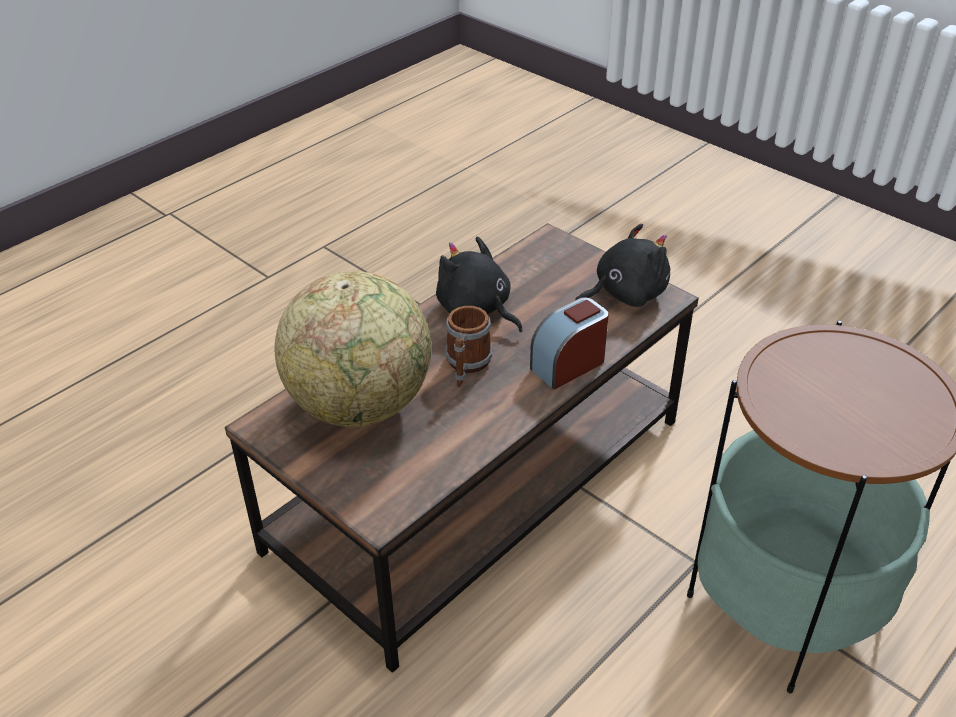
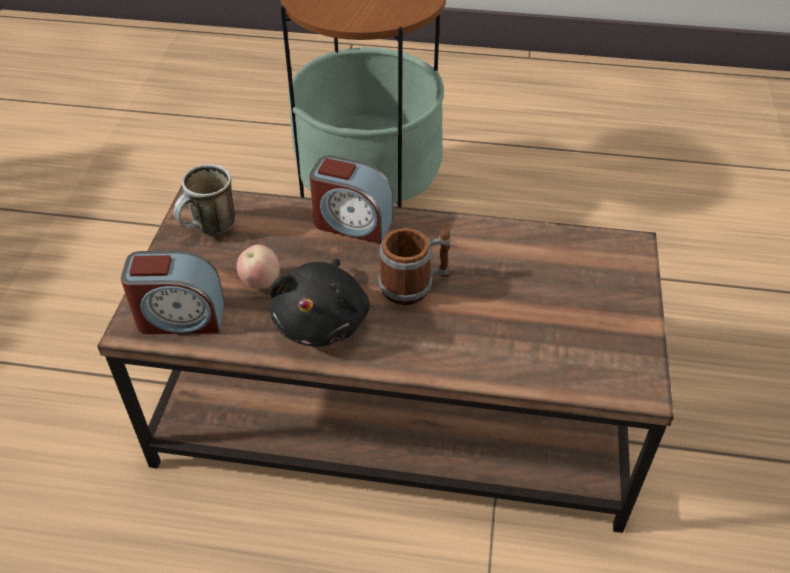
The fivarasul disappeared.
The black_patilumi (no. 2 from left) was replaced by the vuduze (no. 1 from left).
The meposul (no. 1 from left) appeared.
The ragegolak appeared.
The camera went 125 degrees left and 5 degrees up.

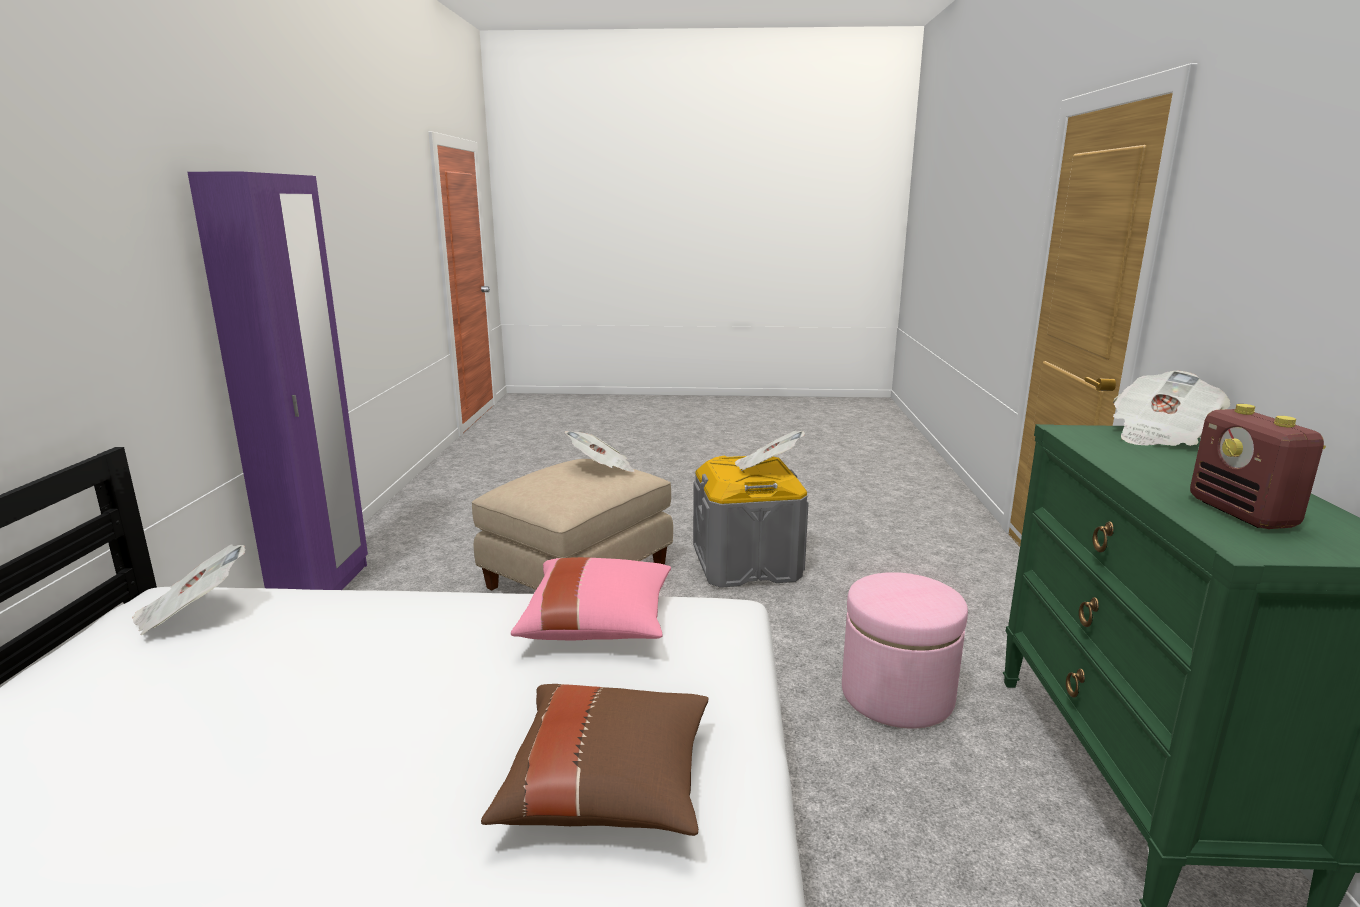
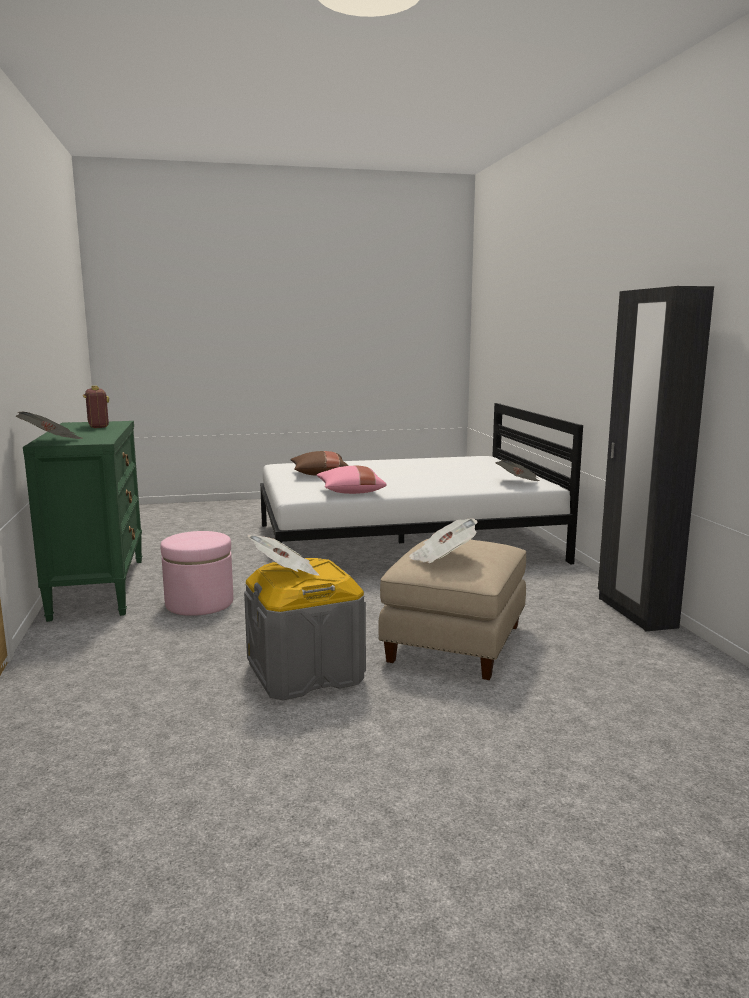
The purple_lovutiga became the black_lovutiga.
The camera went 165 degrees right and 5 degrees down.

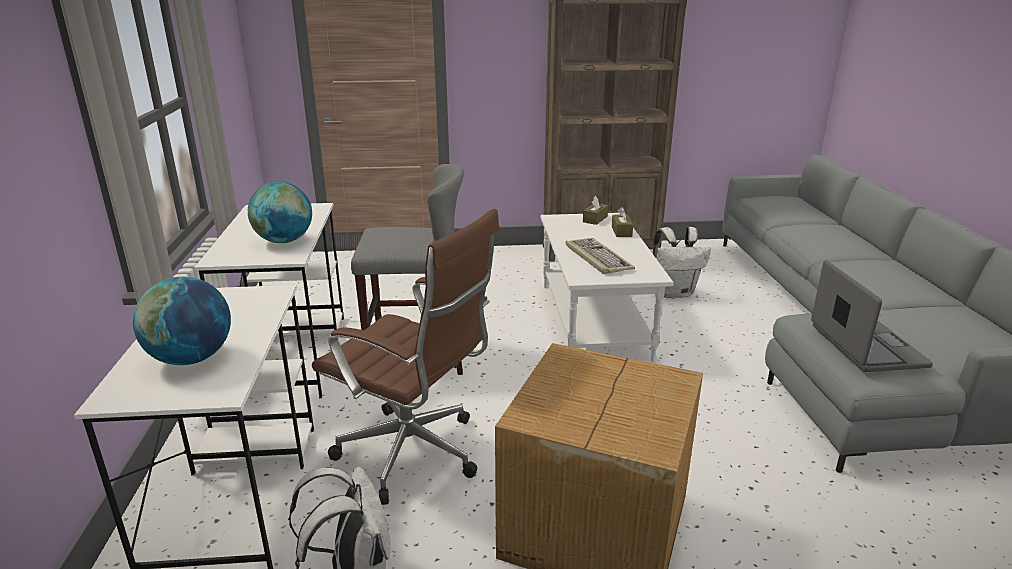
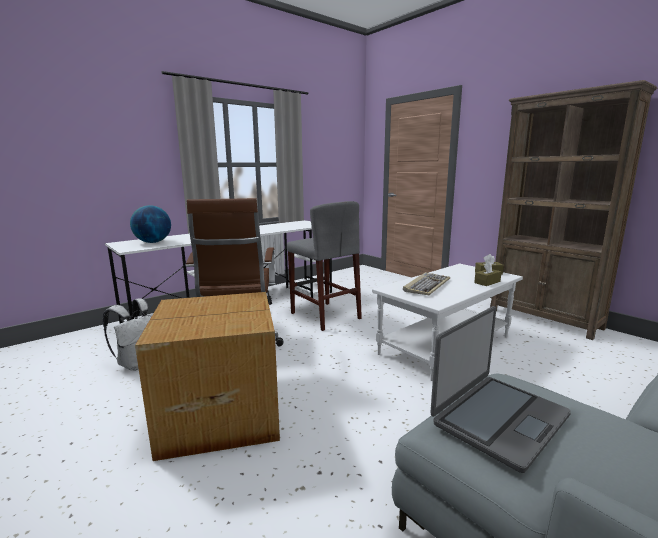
The fivarasul (no. 2 from left) disappeared.
The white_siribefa (no. 2 from left) disappeared.
The camera went 55 degrees right and 10 degrees down.

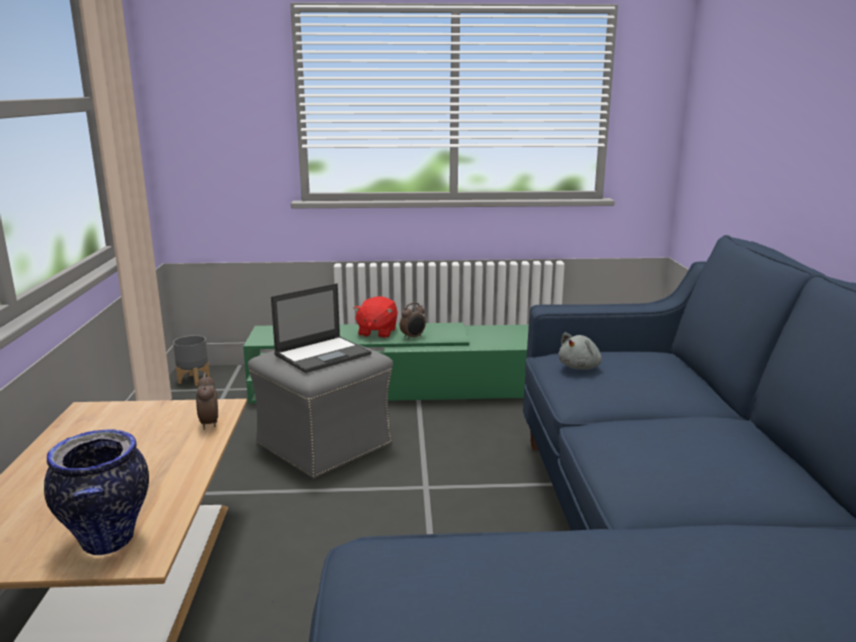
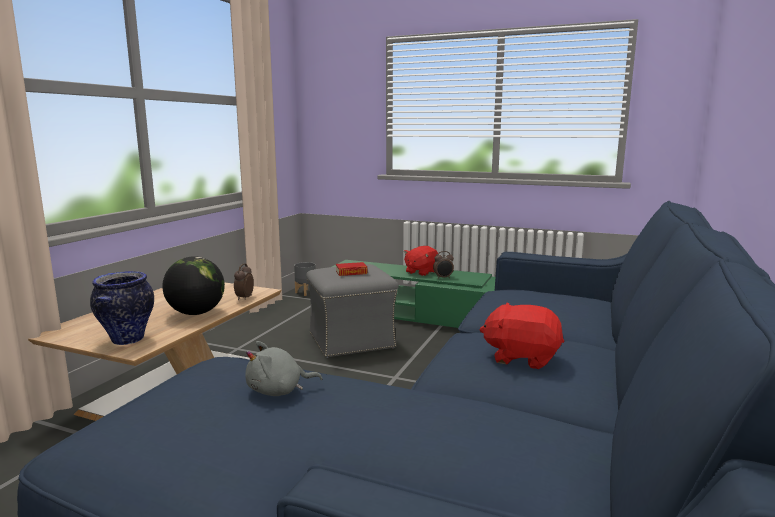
The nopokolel was replaced by the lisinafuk.
The grey_patilumi moved.
The fivarasul appeared.
The red_patilumi (no. 2 from left) appeared.
The camera went 25 degrees right and 5 degrees down.

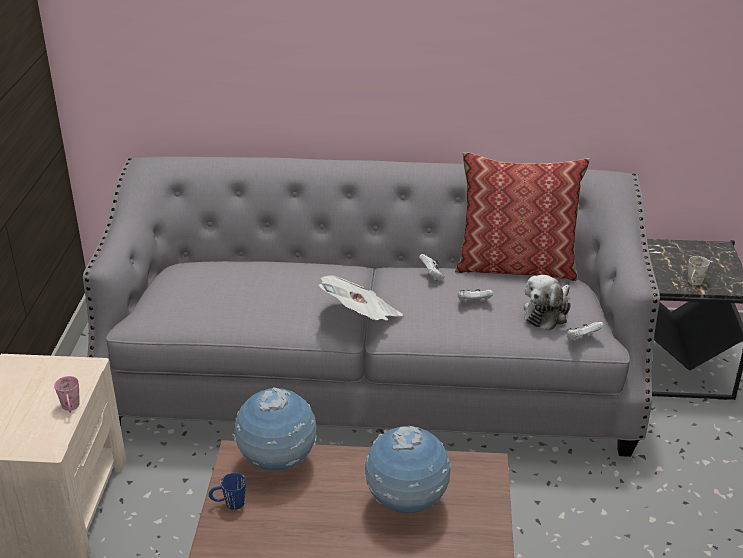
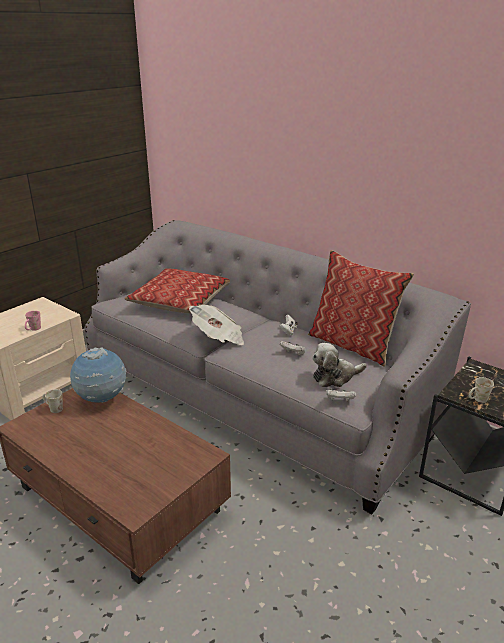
The blue_vuduze became the white_vuduze (no. 1 from left).
The fivarasul (no. 2 from left) disappeared.
The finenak (no. 1 from left) appeared.
The camera went 35 degrees right and 5 degrees down.

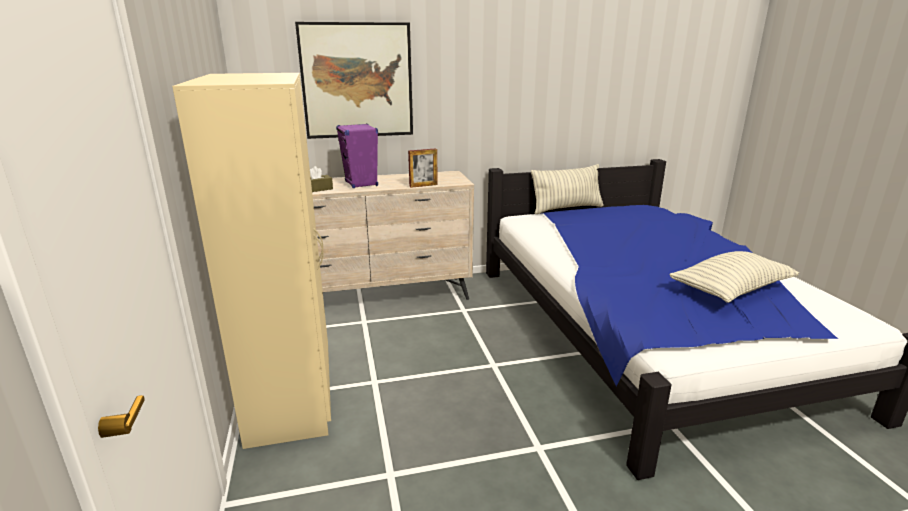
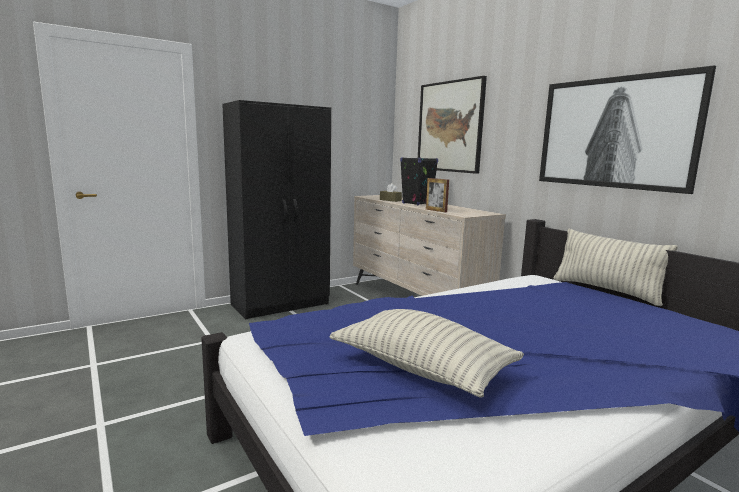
The beige_lovutiga became the black_lovutiga.
The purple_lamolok became the black_lamolok.
The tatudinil (no. 2 from left) appeared.
The camera went 70 degrees right and 10 degrees down.

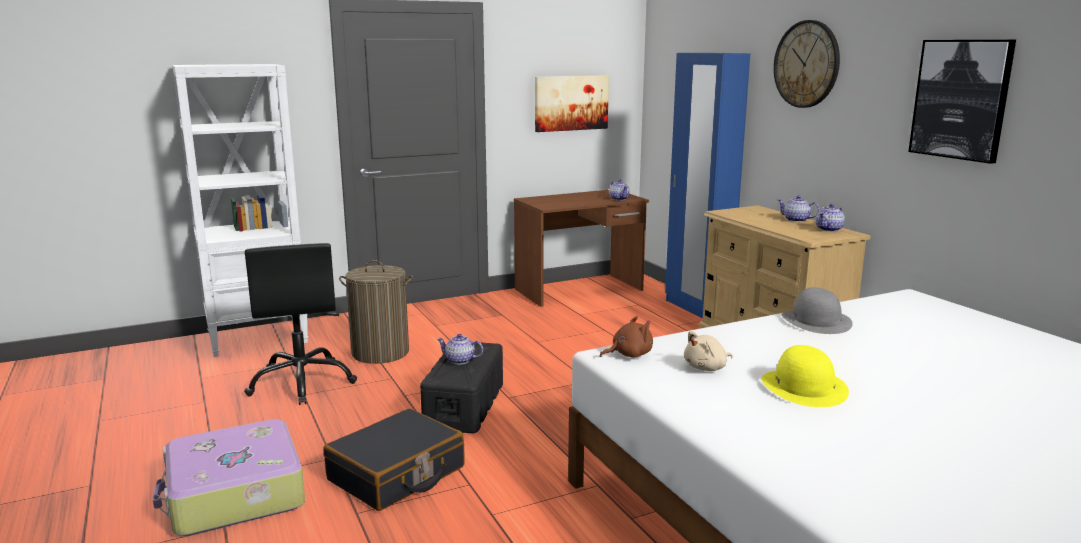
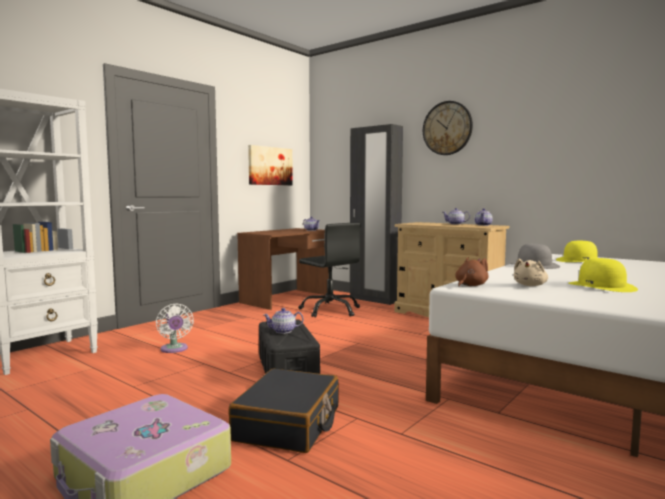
The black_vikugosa moved.
The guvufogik was replaced by the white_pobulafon.
The blue_lovutiga became the black_lovutiga.
The tatudinil (no. 2 from left) disappeared.
The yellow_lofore (no. 1 from left) appeared.
The camera went 25 degrees left and 10 degrees down.

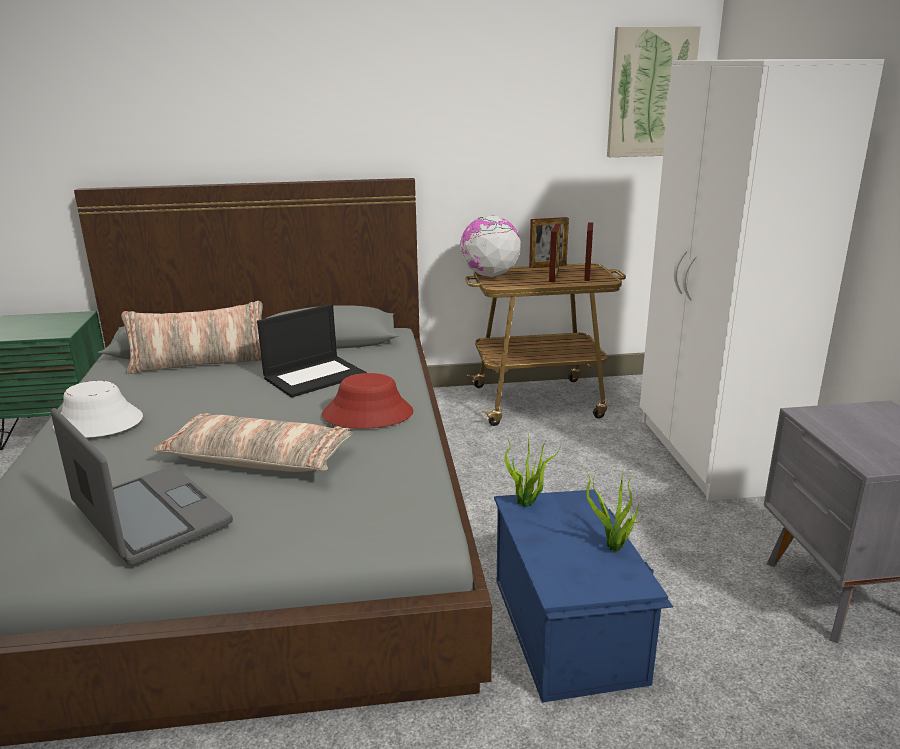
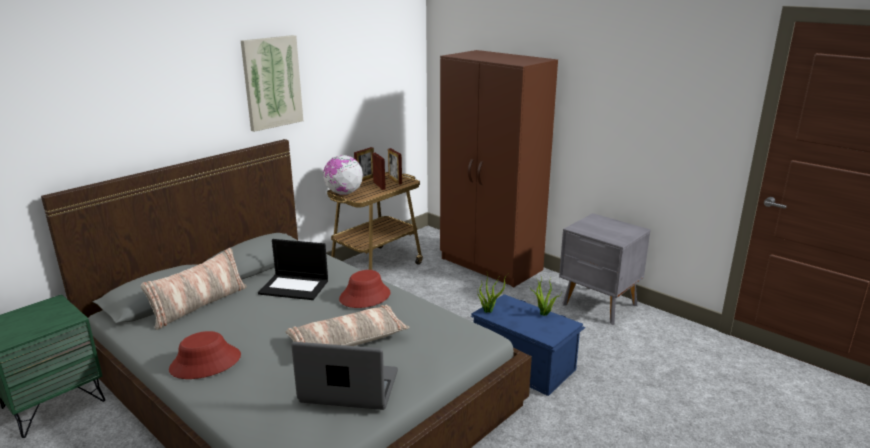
The white_lofore became the red_lofore (no. 1 from left).
The nopokolel (no. 2 from left in the first image) turned 90 degrees clockwise.
The tatudinil moved.
The white_lovutiga became the brown_lovutiga.
The camera went 40 degrees left and 0 degrees up.

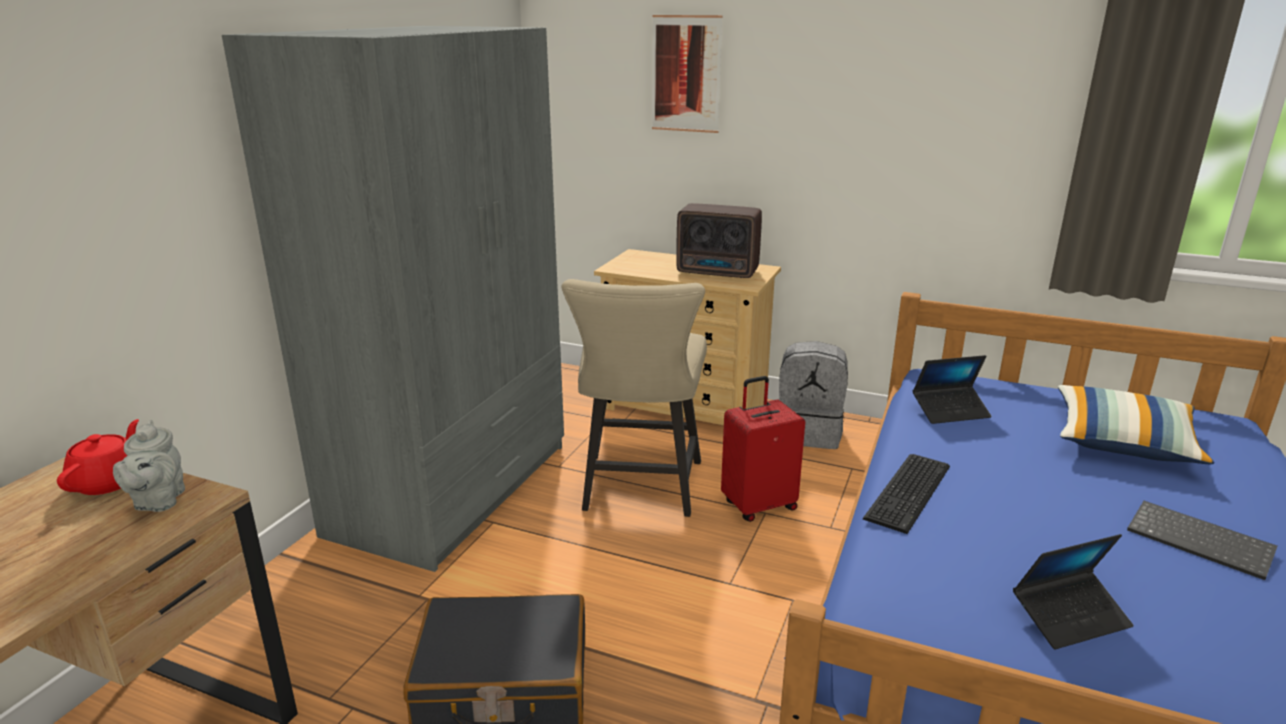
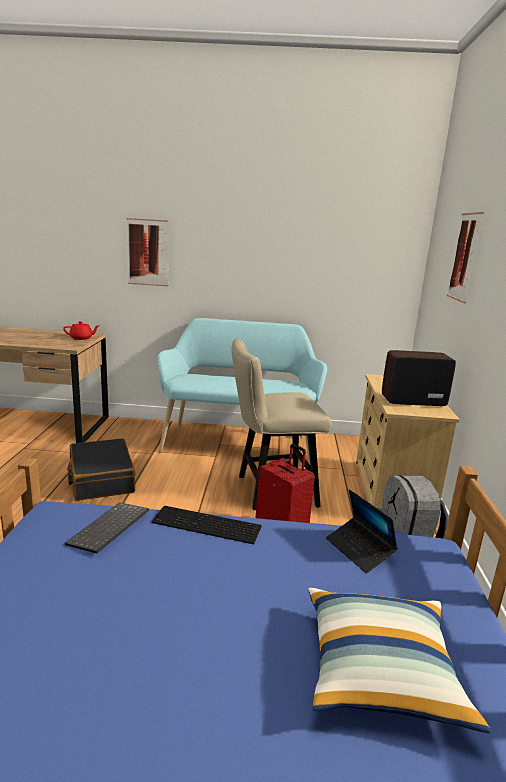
The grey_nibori disappeared.
The grey_lovutiga was replaced by the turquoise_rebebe.
The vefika turned 90 degrees clockwise.
The nopokolel (no. 2 from left) disappeared.
The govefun (no. 2 from left in the first image) moved.
The tatudinil (no. 1 from left) appeared.
The camera went 70 degrees right and 5 degrees down.

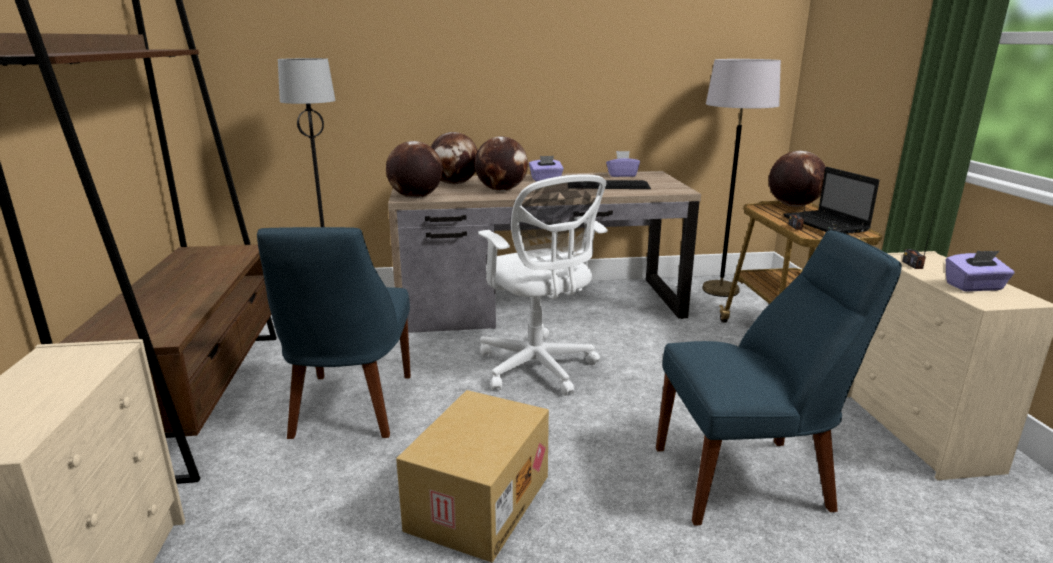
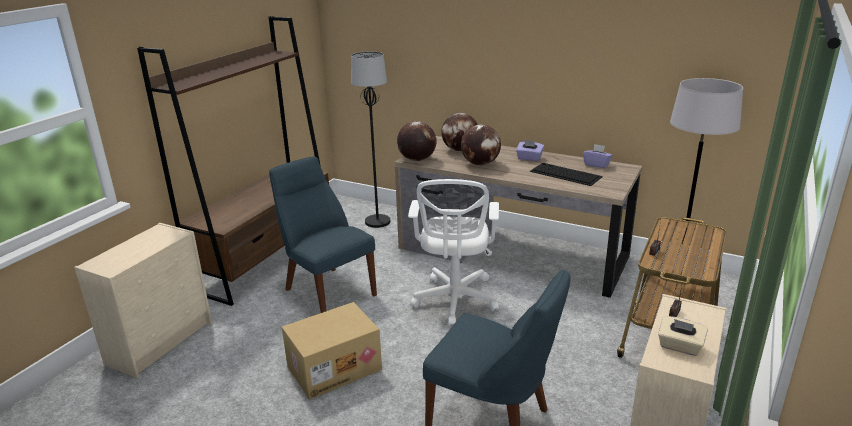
The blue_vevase (no. 1 from left) turned 105 degrees clockwise.
The fivarasul (no. 4 from left) disappeared.
The nopokolel disappeared.
The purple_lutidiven (no. 3 from left) became the beige_lutidiven.
The camera went 35 degrees right and 5 degrees up.

